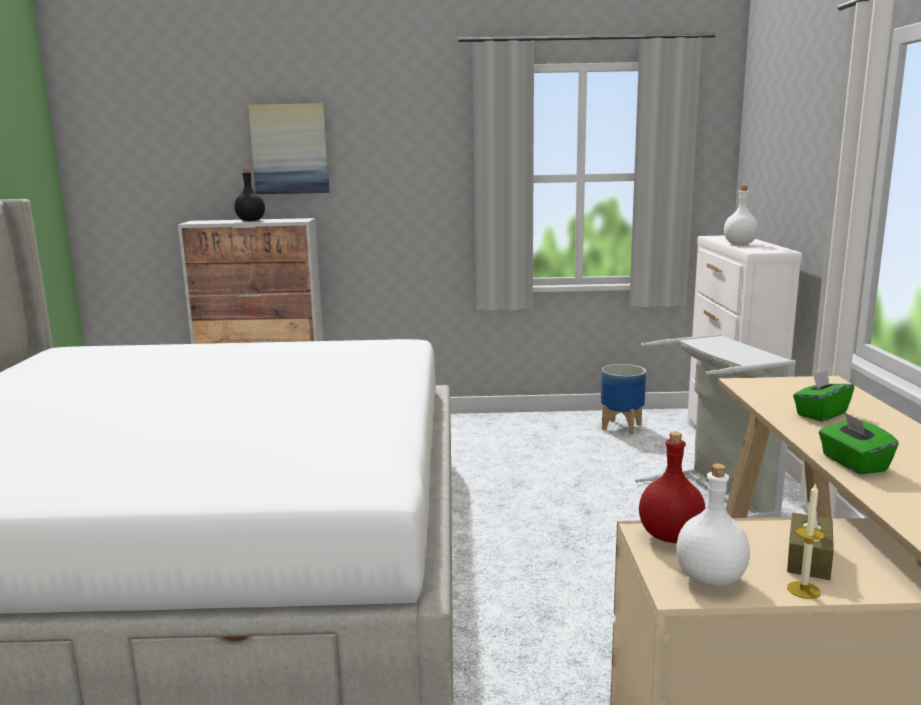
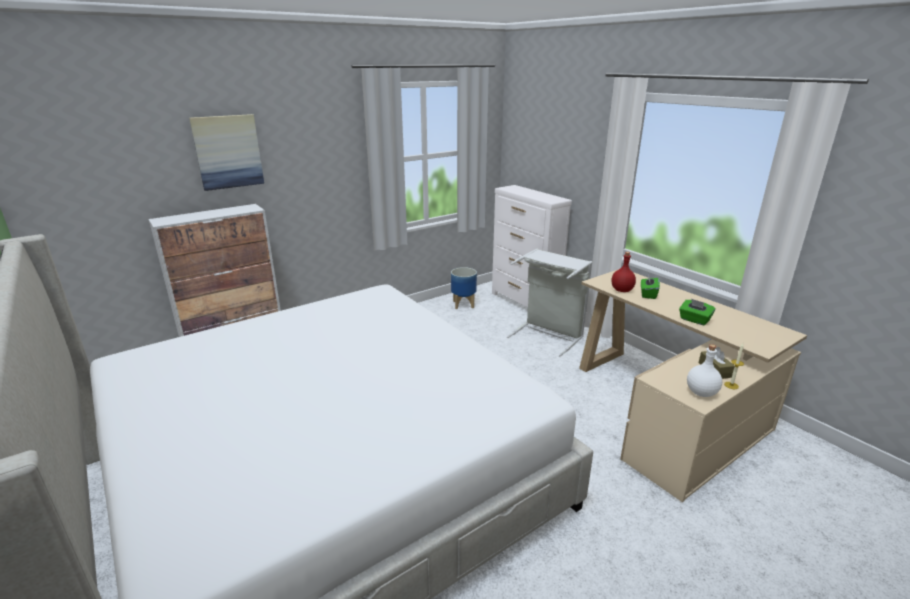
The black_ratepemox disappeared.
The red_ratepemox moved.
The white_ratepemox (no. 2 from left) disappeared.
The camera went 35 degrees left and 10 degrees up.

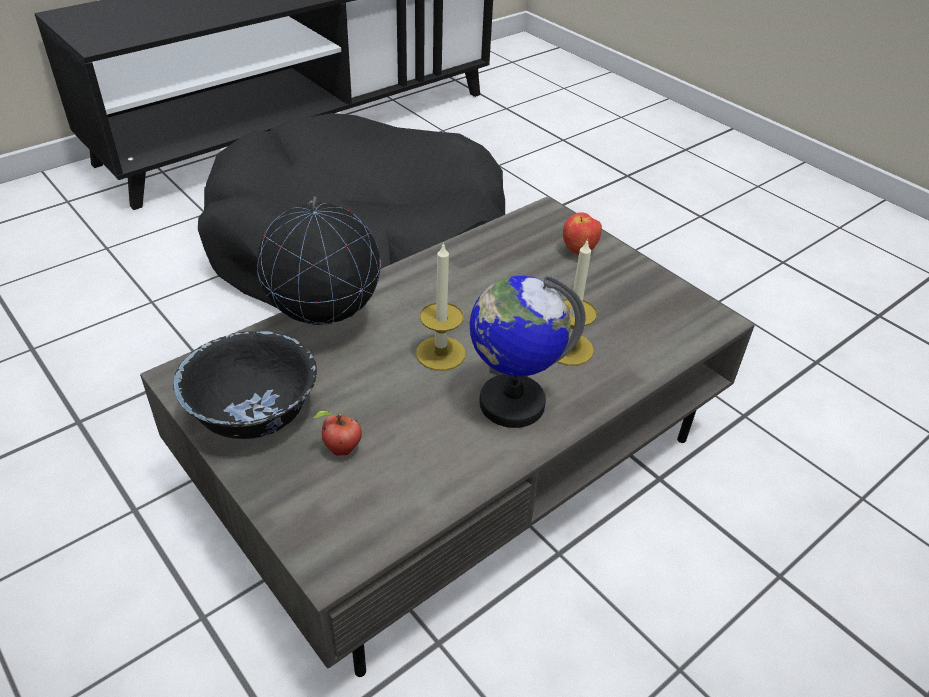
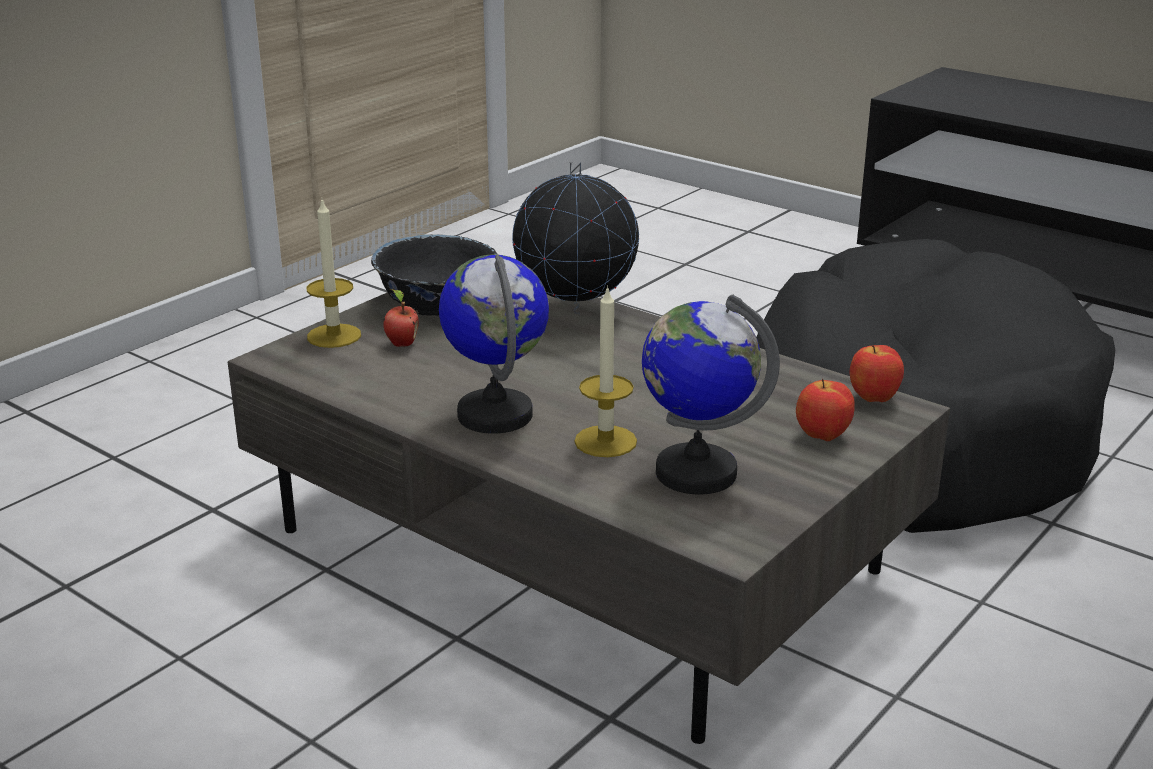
The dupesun (no. 1 from left) moved.
The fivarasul (no. 3 from left) appeared.
The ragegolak (no. 3 from left) appeared.
The camera went 80 degrees right and 15 degrees down.

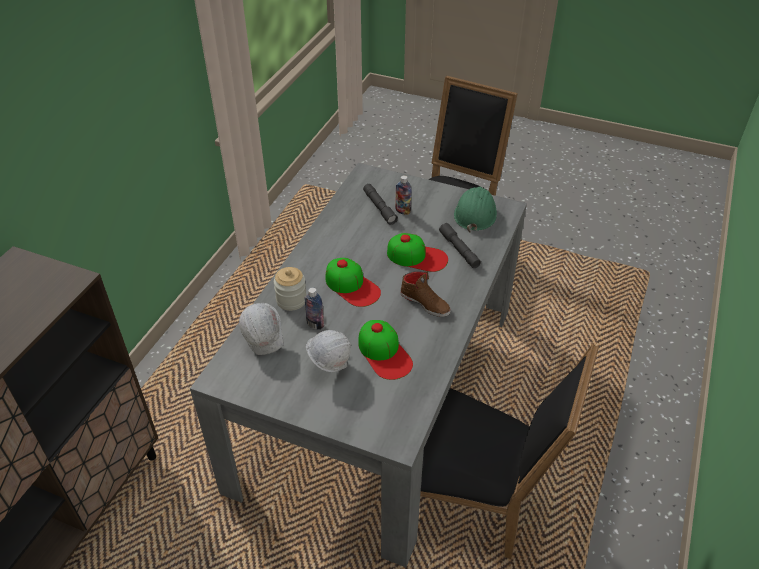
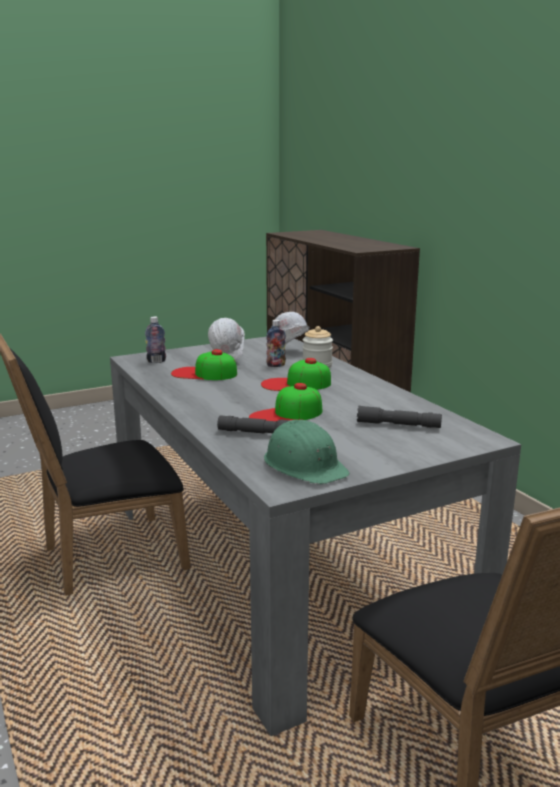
The ratepemox (no. 2 from left in the first image) moved.
The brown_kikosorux disappeared.
The camera went 130 degrees right and 25 degrees down.

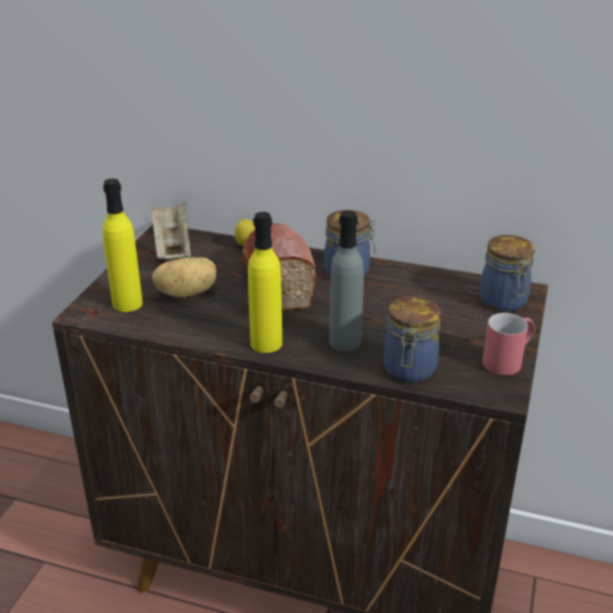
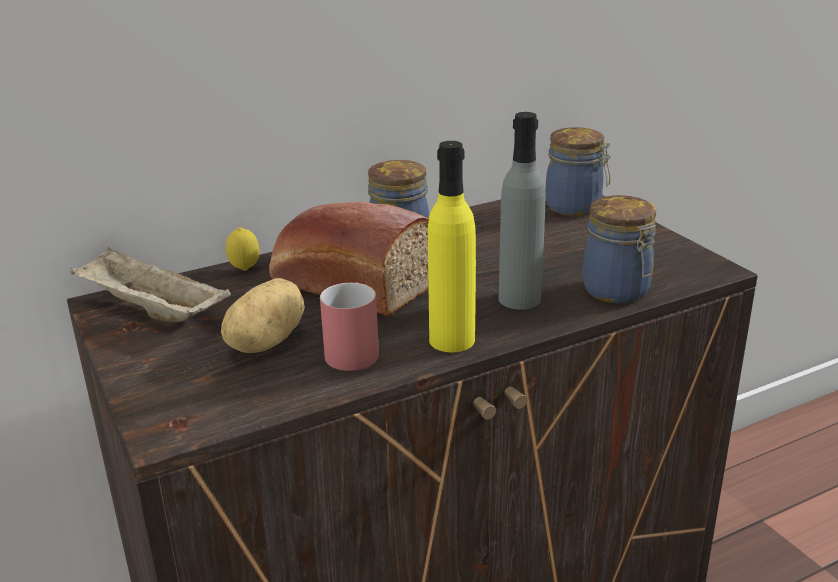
The yellow_ratepemox (no. 1 from left) disappeared.
The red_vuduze moved.
The camera went 45 degrees left and 5 degrees down.

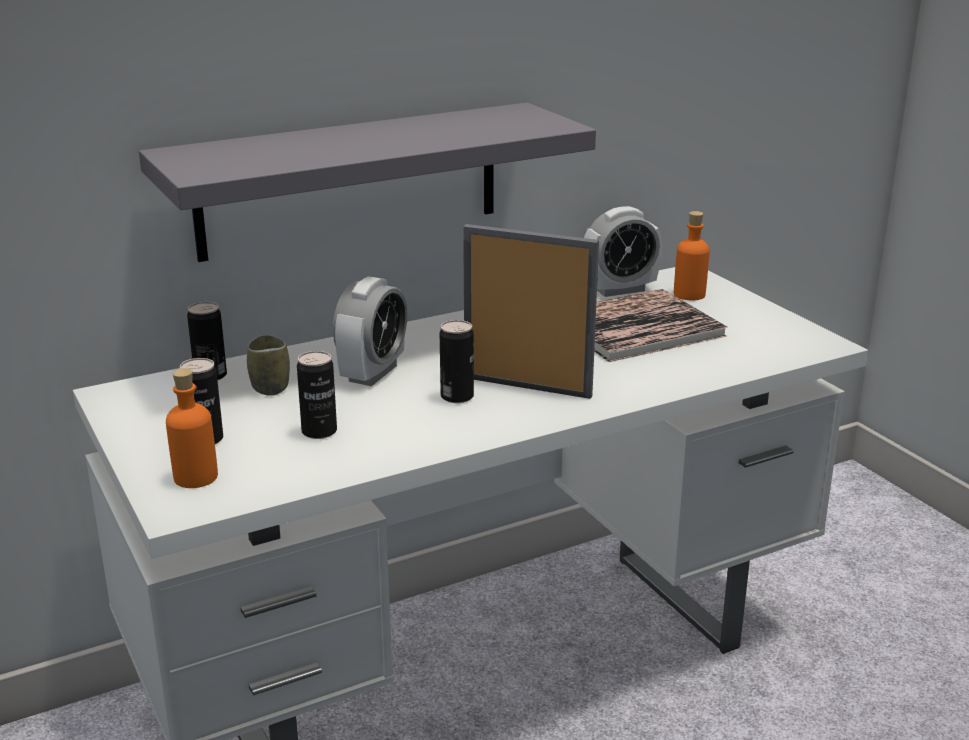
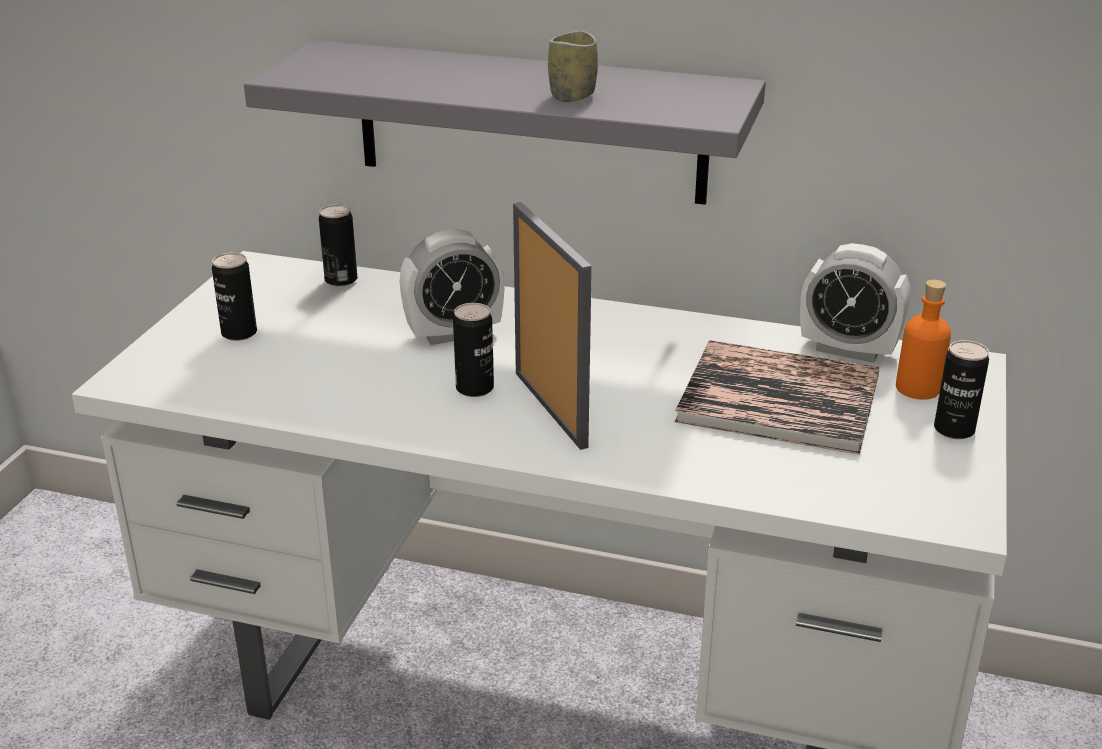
The orange_ratepemox (no. 1 from left) disappeared.
The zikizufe moved.
The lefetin (no. 3 from left in the first image) moved.
The camera went 45 degrees right and 5 degrees up.

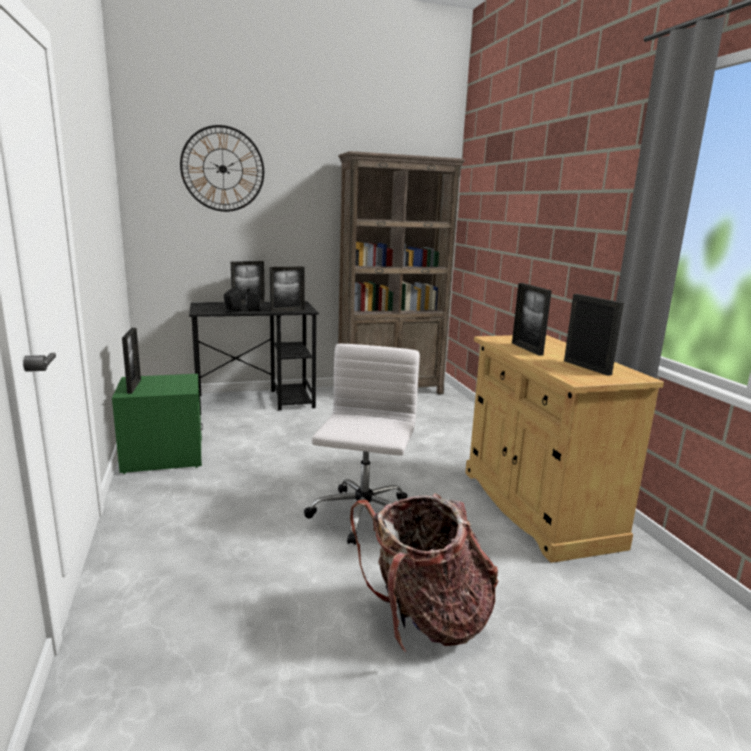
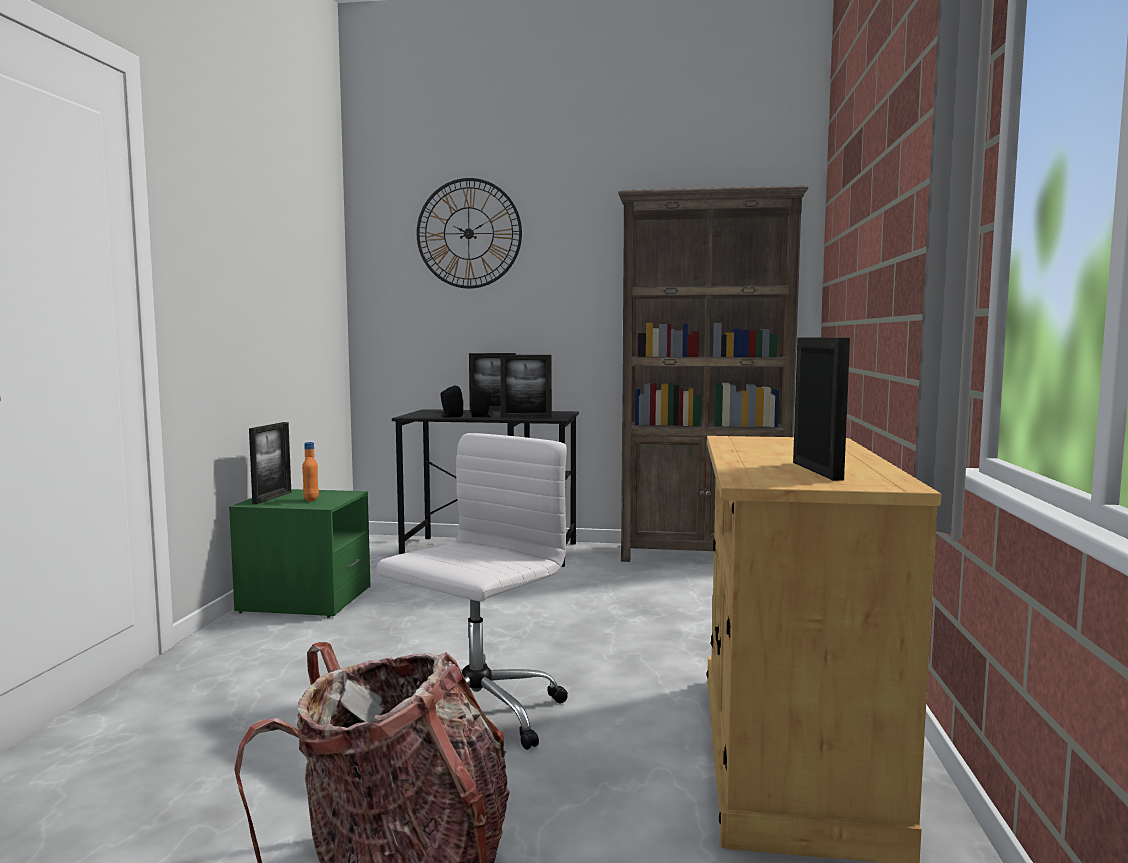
The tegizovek (no. 4 from left) disappeared.
The orange_ratepemox appeared.
The camera went 25 degrees right and 10 degrees down.

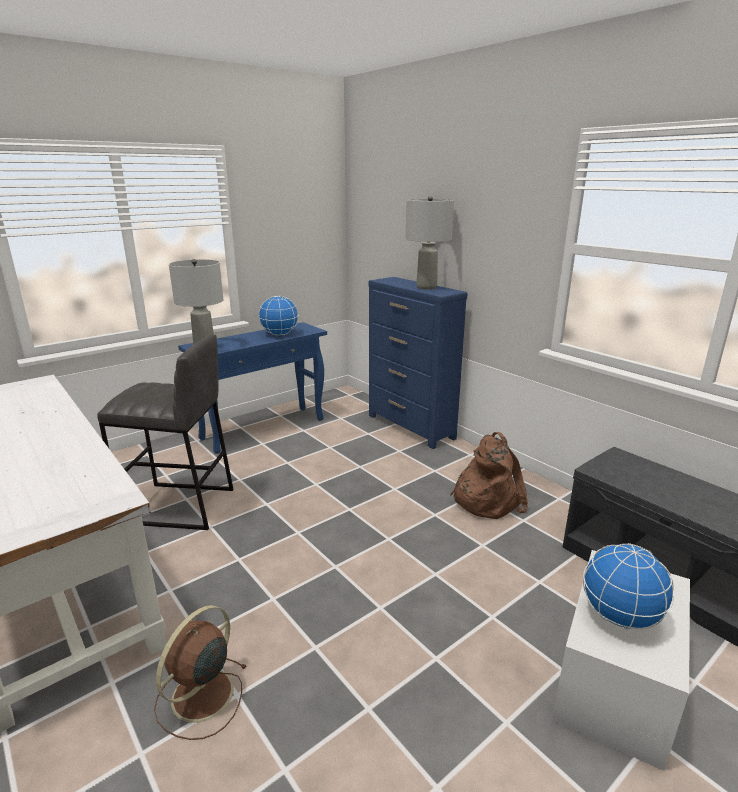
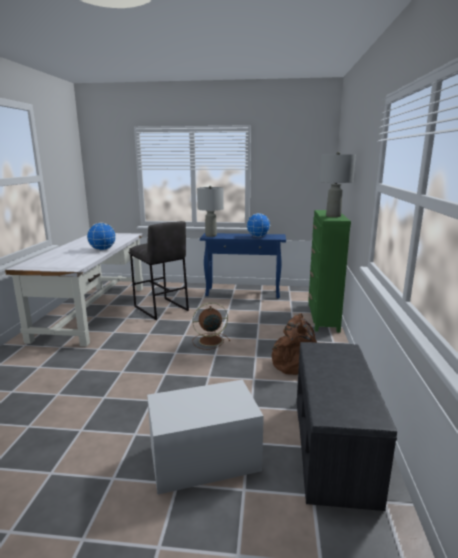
The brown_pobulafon moved.
The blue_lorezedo became the green_lorezedo.
The fivarasul (no. 2 from left in the first image) moved.
The camera went 45 degrees right and 5 degrees down.

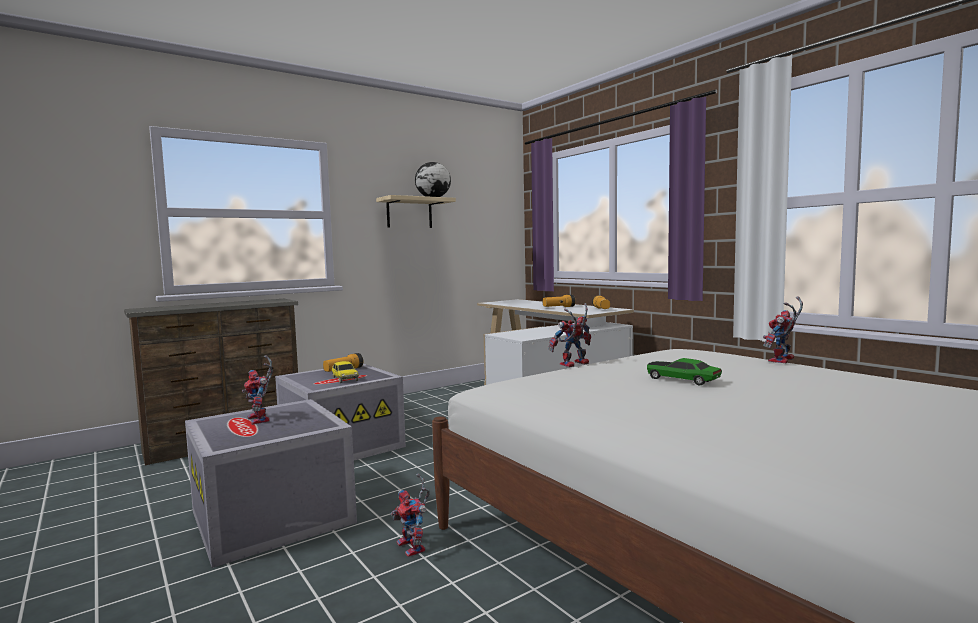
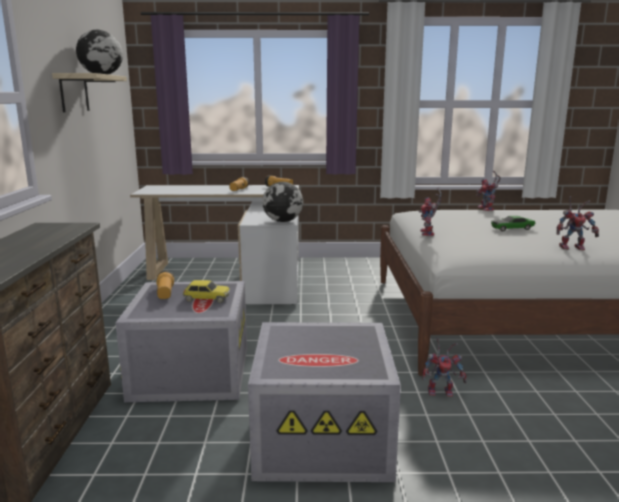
The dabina (no. 1 from left in the first image) moved.
The fivarasul (no. 2 from left) appeared.
The camera went 55 degrees left and 10 degrees up.

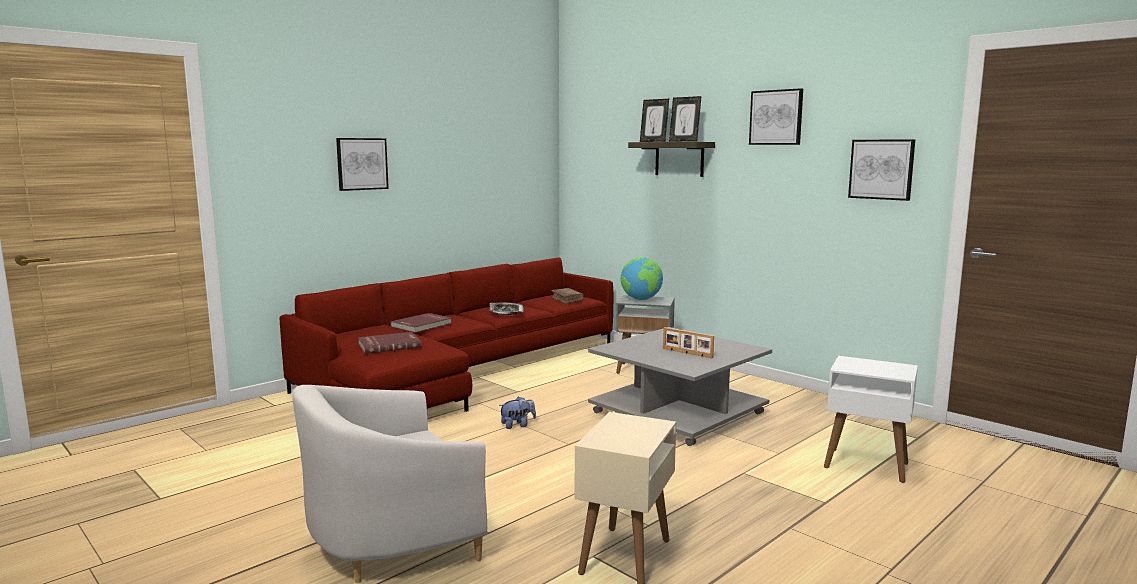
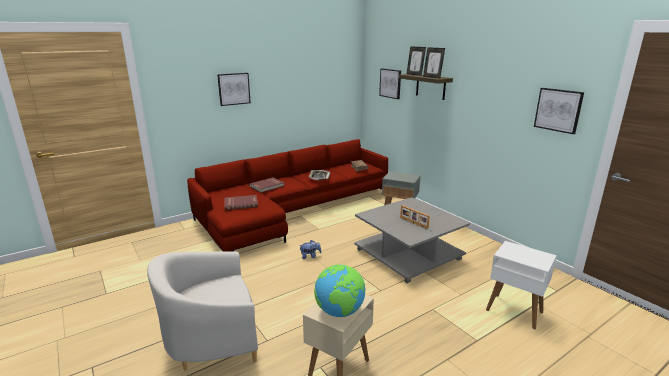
The fivarasul moved.
The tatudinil (no. 2 from left) moved.
The camera went 10 degrees right and 10 degrees up.

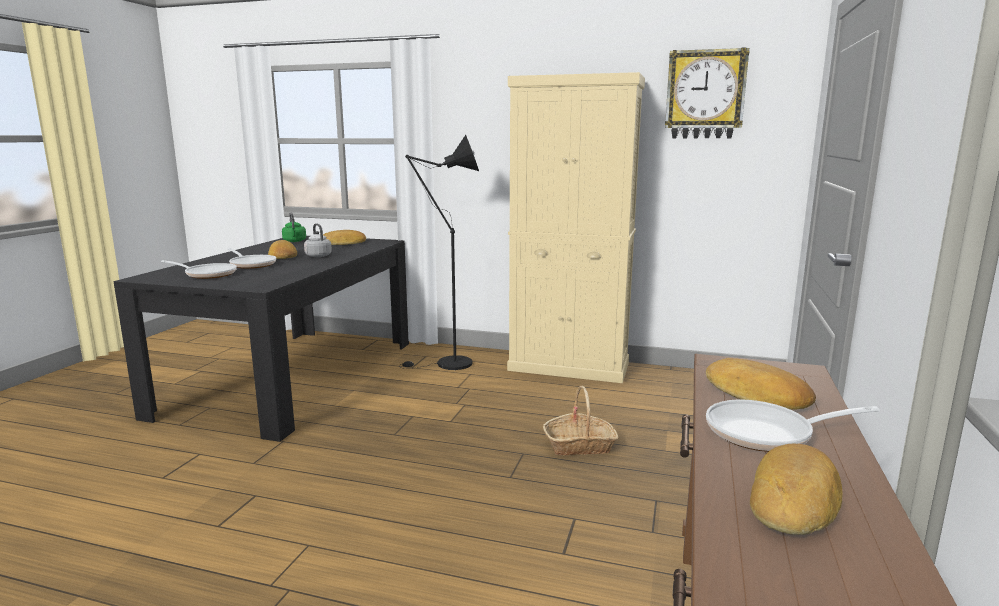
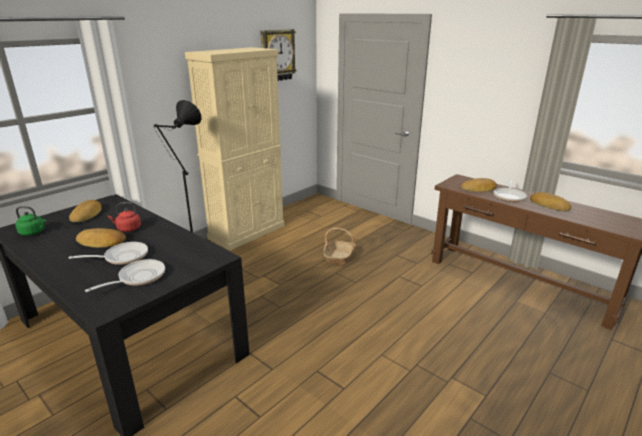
The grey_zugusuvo became the red_zugusuvo.
The camera went 65 degrees left and 10 degrees up.

